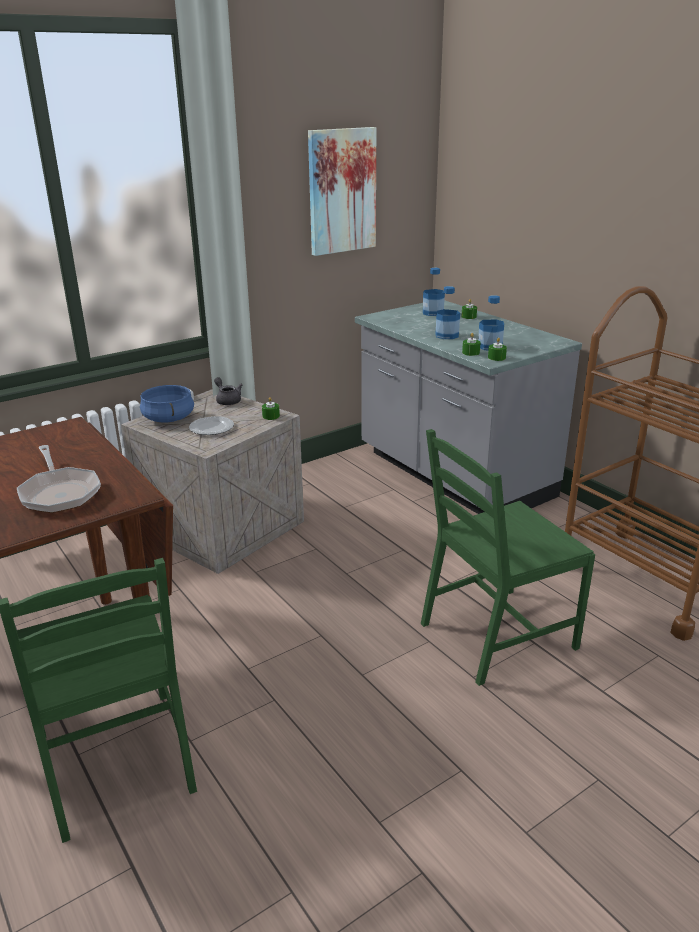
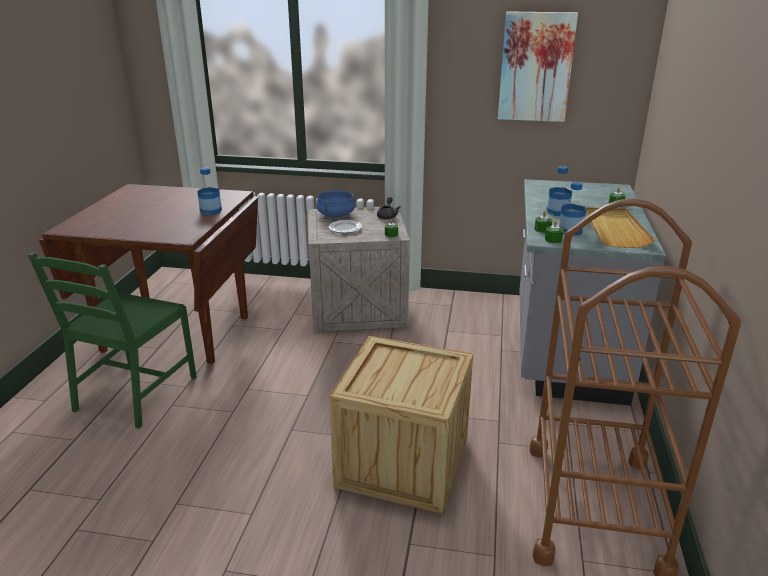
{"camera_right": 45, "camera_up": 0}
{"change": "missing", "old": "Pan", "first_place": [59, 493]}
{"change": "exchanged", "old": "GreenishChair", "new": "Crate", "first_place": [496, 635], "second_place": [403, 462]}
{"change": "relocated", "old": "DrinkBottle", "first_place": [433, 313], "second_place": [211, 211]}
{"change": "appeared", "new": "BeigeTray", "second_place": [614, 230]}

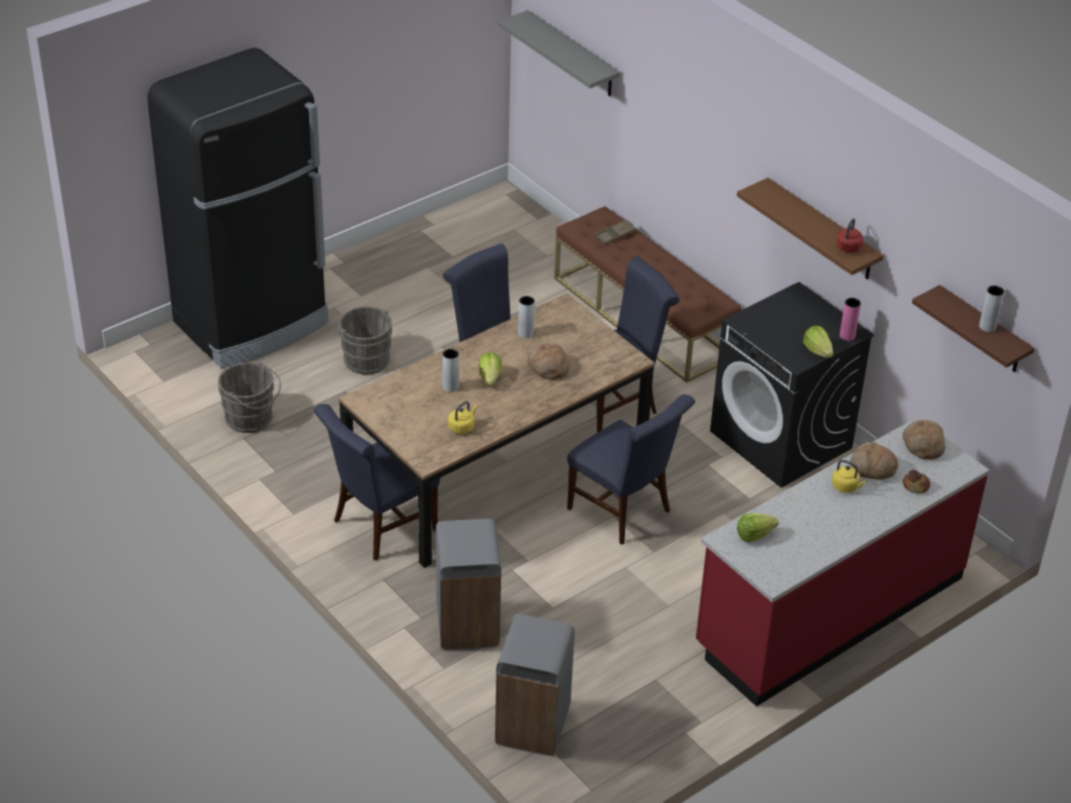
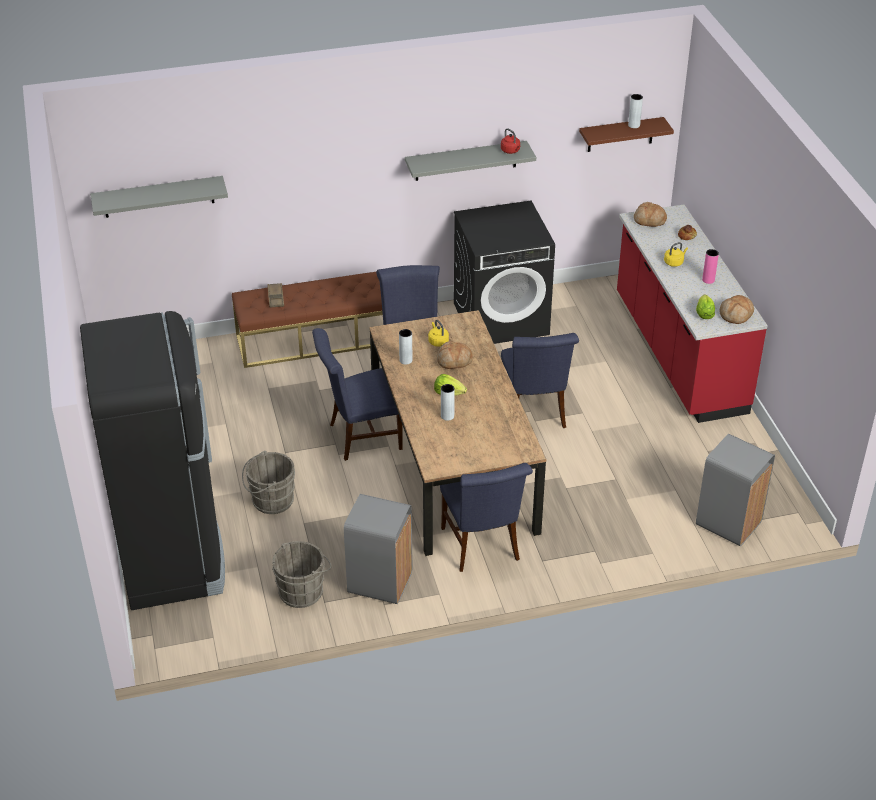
{"camera_right": -65, "camera_up": 0}
{"change": "relocated", "old": "GreyishRubbishBin", "first_place": [466, 626], "second_place": [380, 583]}
{"change": "relocated", "old": "YellowColouredKettle", "first_place": [462, 427], "second_place": [438, 341]}
{"change": "spun", "old": "BlueColouredChair", "first_place": [624, 512], "second_place": [534, 414], "degrees": 105}
{"change": "colour", "old": "BrownBracketShelf", "new": "GreyishBracketShelf", "first_place": [822, 230], "second_place": [466, 161]}
{"change": "missing", "old": "LettuceHead", "first_place": [817, 351]}
{"change": "relocated", "old": "PinkColouredFlowerVase", "first_place": [847, 336], "second_place": [708, 280]}
{"change": "relocated", "old": "Bread", "first_place": [872, 468], "second_place": [736, 315]}

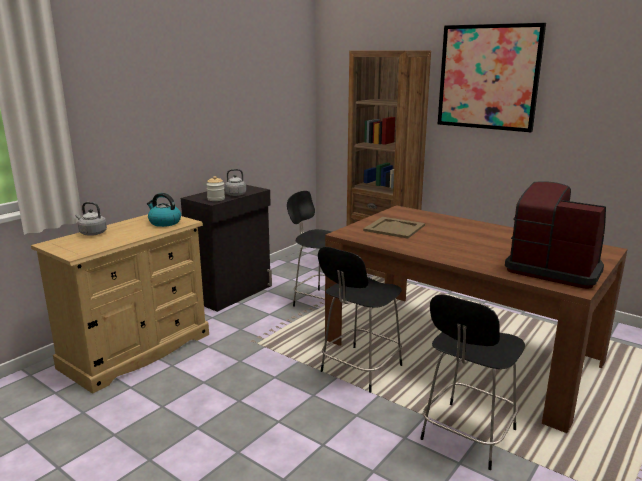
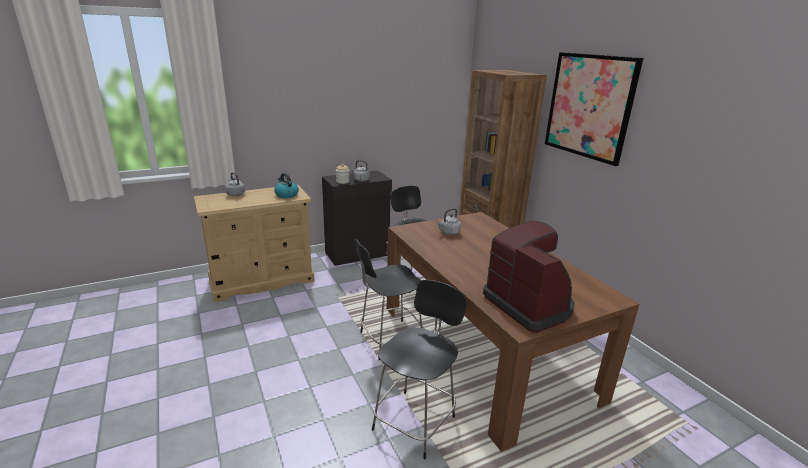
{"camera_right": 25, "camera_up": 5}
{"change": "exchanged", "old": "BeigeTray", "new": "GreyishKettle", "first_place": [394, 228], "second_place": [448, 233]}
{"change": "spun", "old": "BlackColouredChair", "first_place": [467, 436], "second_place": [416, 421], "degrees": 150}

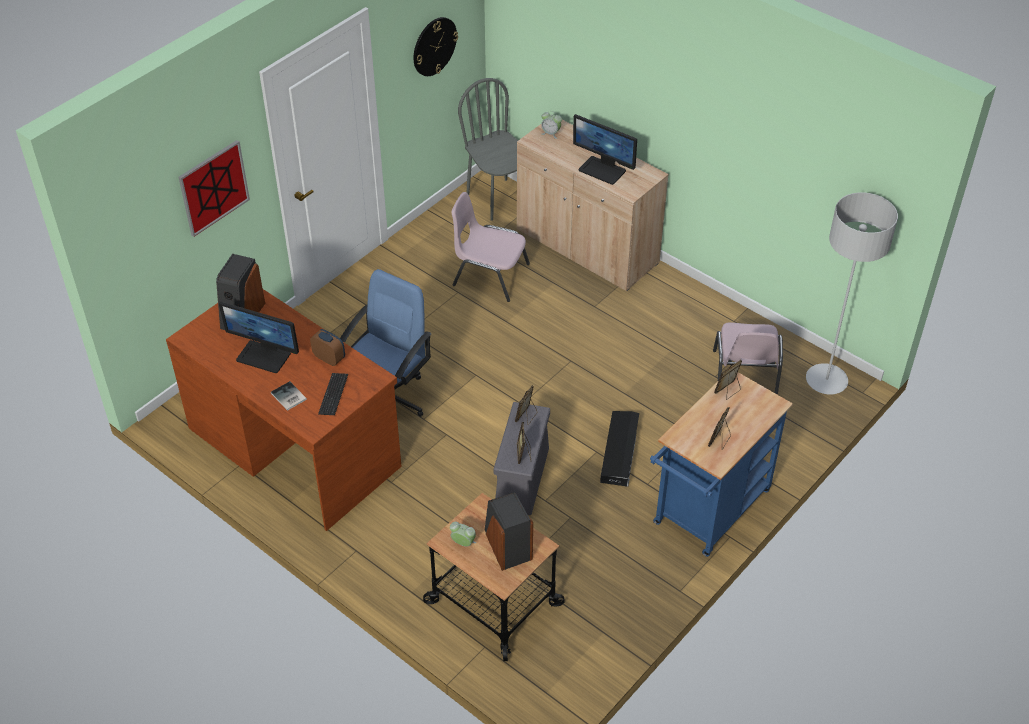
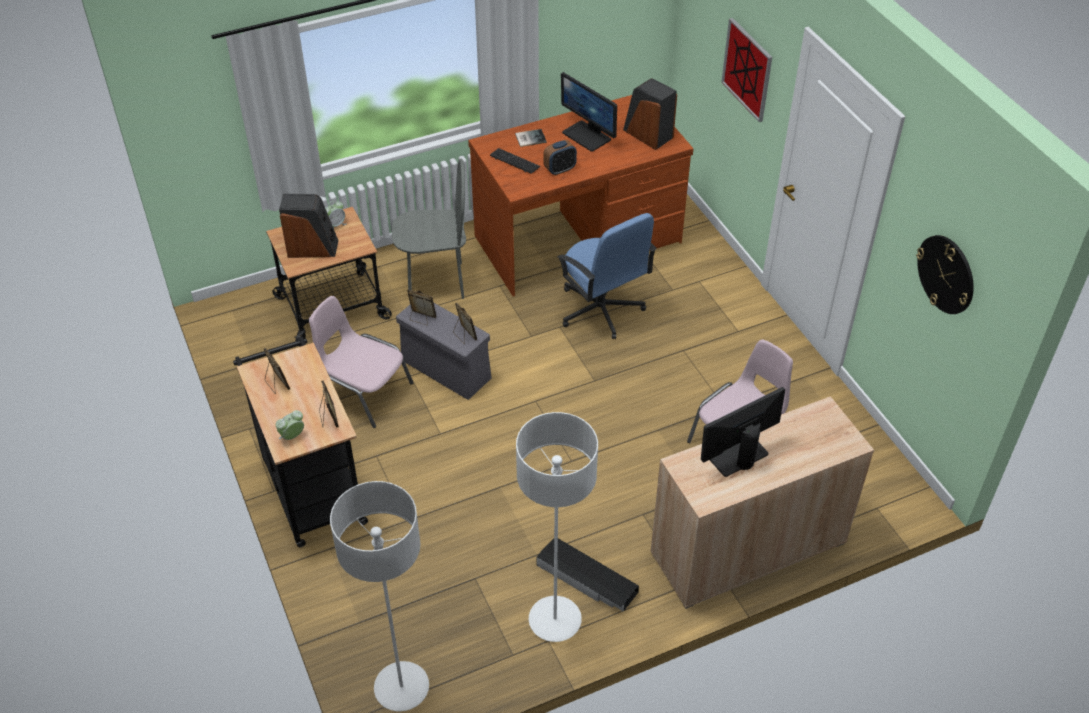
{"camera_right": 115, "camera_up": 0}
{"change": "spun", "old": "ComputerScreen", "first_place": [264, 356], "second_place": [587, 136], "degrees": -90}
{"change": "relocated", "old": "GreyishChair", "first_place": [498, 199], "second_place": [436, 282]}
{"change": "relocated", "old": "BedsideClock", "first_place": [551, 133], "second_place": [292, 436]}
{"change": "relocated", "old": "BlackColouredStorageBox", "first_place": [620, 451], "second_place": [587, 579]}
{"change": "colour", "old": "BlueColouredTrolley", "new": "BlackColouredTrolley", "first_place": [707, 513], "second_place": [311, 486]}
{"change": "relocated", "old": "PinkColouredChair", "first_place": [744, 376], "second_place": [363, 391]}
{"change": "appeared", "new": "WhitishStandardLamp", "second_place": [555, 620]}

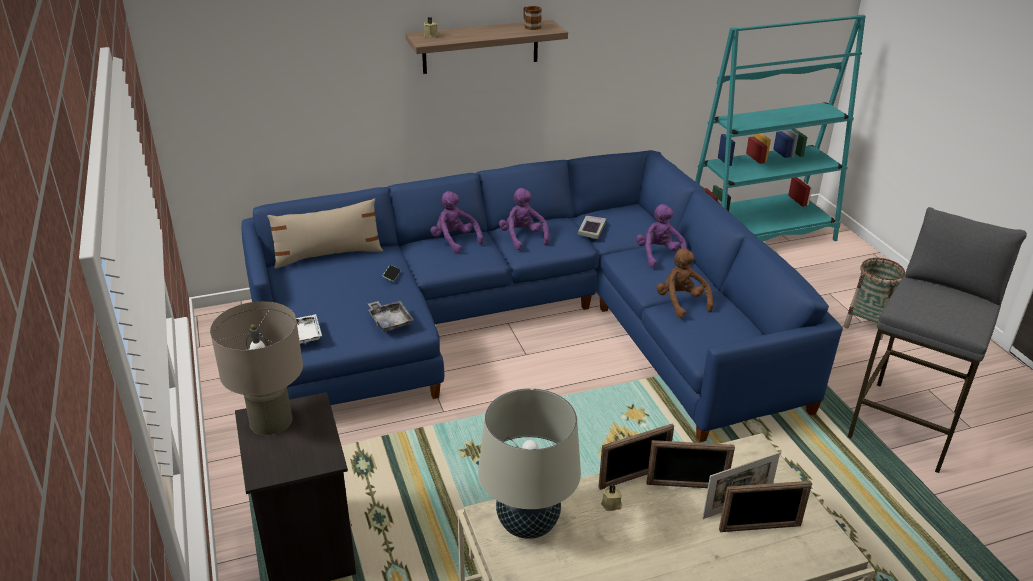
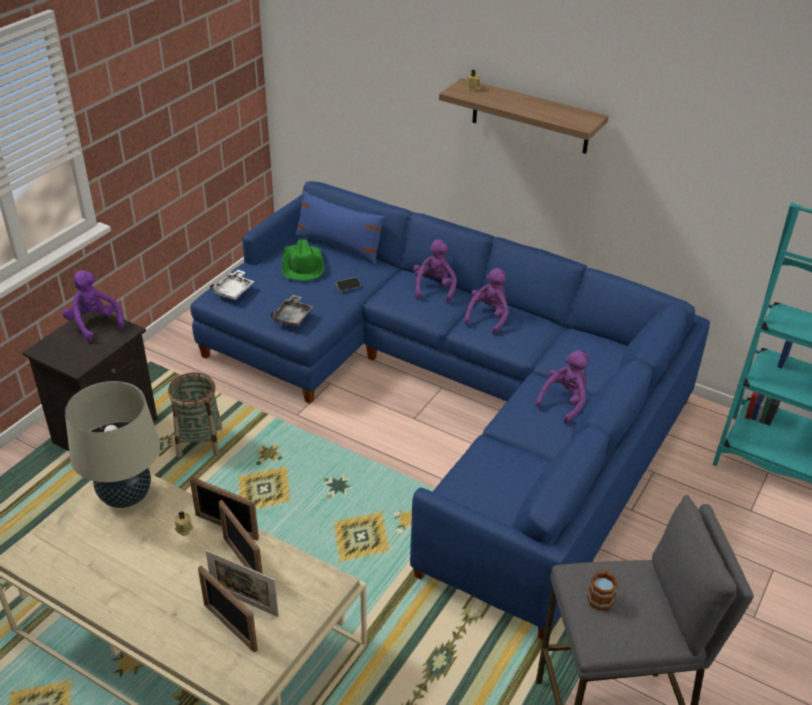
{"camera_right": 50, "camera_up": 5}
{"change": "exchanged", "old": "BeigeTableLamp", "new": "PurpleSoftToy", "first_place": [270, 421], "second_place": [94, 324]}
{"change": "colour", "old": "BeigeThrowPillow", "new": "BlueColouredThrowPillow", "first_place": [328, 255], "second_place": [339, 247]}
{"change": "relocated", "old": "CoffeeMug", "first_place": [530, 26], "second_place": [601, 596]}
{"change": "missing", "old": "BoundBook", "first_place": [591, 229]}
{"change": "missing", "old": "BrownSoftToy", "first_place": [681, 302]}
{"change": "relocated", "old": "StorageBasket", "first_place": [868, 325], "second_place": [199, 442]}
{"change": "appeared", "new": "GreenishHat", "second_place": [302, 264]}

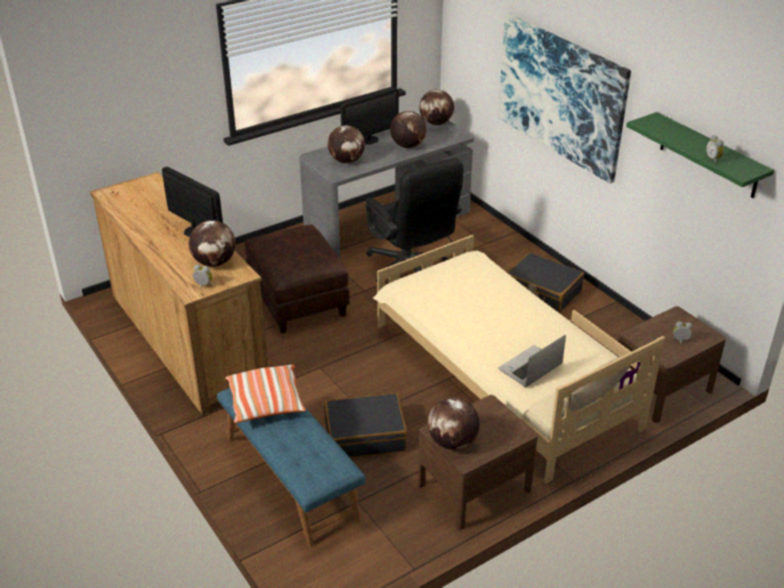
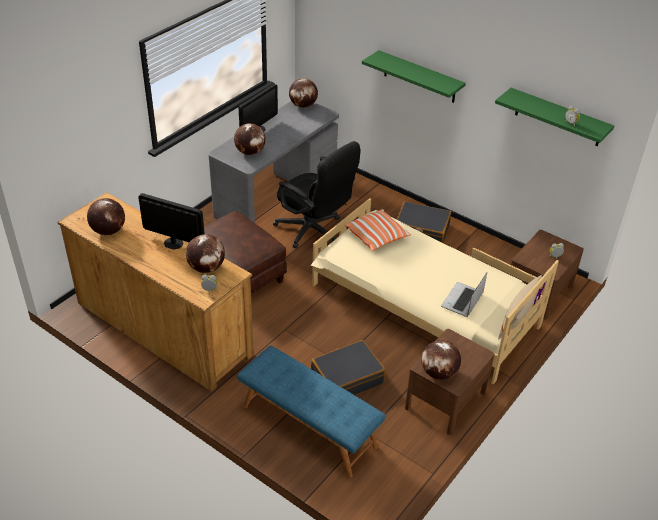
{"camera_right": -20, "camera_up": 5}
{"change": "relocated", "old": "ThrowPillow", "first_place": [266, 403], "second_place": [377, 237]}
{"change": "relocated", "old": "DeskGlobe", "first_place": [407, 146], "second_place": [108, 231]}
{"change": "exchanged", "old": "WallArt", "new": "GreenishBracketShelf", "first_place": [560, 95], "second_place": [419, 77]}

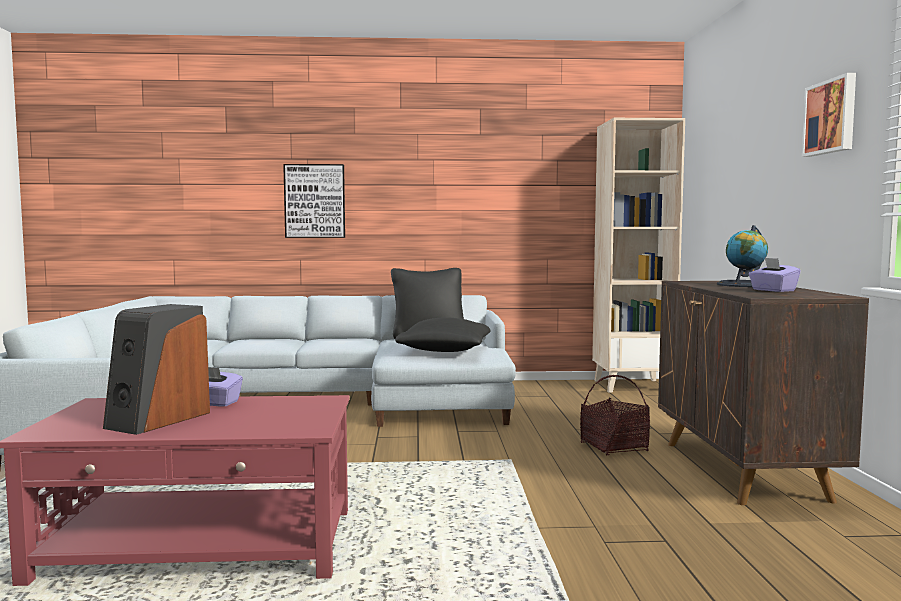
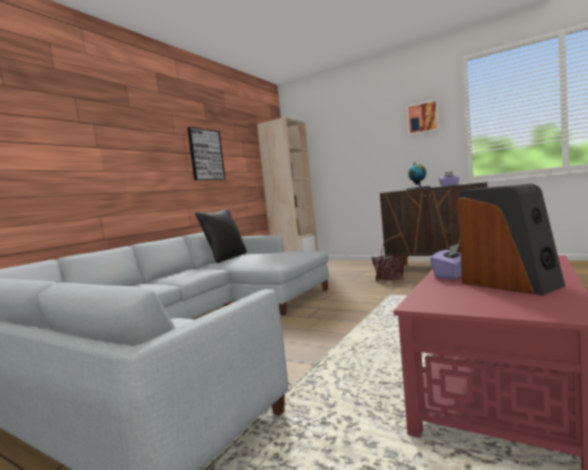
{"camera_right": -55, "camera_up": 0}
{"change": "relocated", "old": "WallArt", "first_place": [315, 201], "second_place": [206, 155]}
{"change": "missing", "old": "BlackColouredThrowPillow", "first_place": [445, 350]}

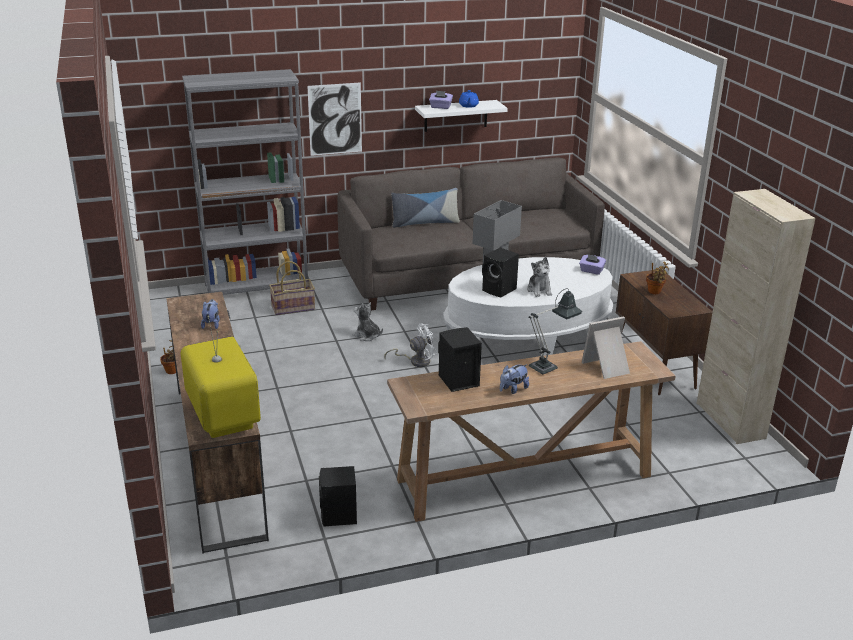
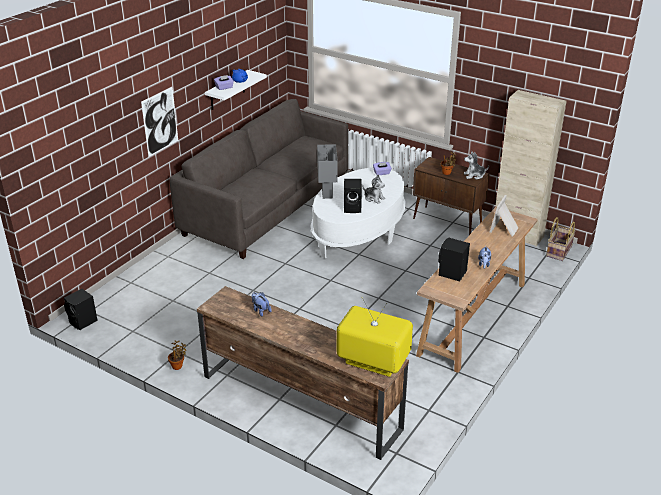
{"camera_right": -40, "camera_up": 5}
{"change": "missing", "old": "GreyishBookcase", "first_place": [257, 287]}
{"change": "relocated", "old": "StorageBasket", "first_place": [293, 307], "second_place": [558, 251]}
{"change": "relocated", "old": "BlackColouredLoudspeaker", "first_place": [339, 516], "second_place": [83, 322]}
{"change": "relocated", "old": "SoftToy", "first_place": [367, 336], "second_place": [474, 175]}
{"change": "missing", "old": "WhitishElectricFan", "first_place": [416, 361]}
{"change": "missing", "old": "ThrowPillow", "first_place": [425, 223]}
{"change": "missing", "old": "TableLamp", "first_place": [547, 366]}

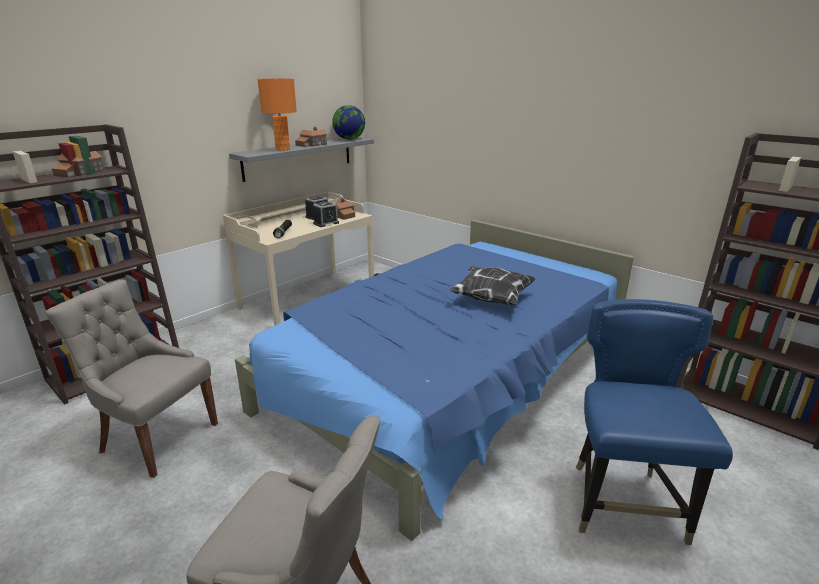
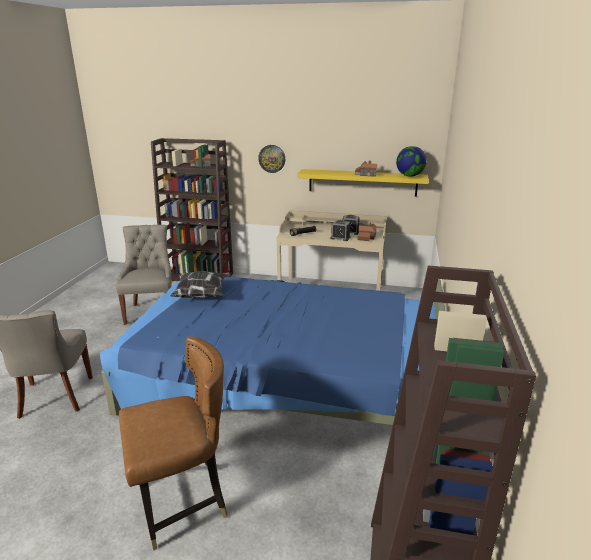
{"camera_right": 60, "camera_up": 0}
{"change": "colour", "old": "GreyishBracketShelf", "new": "YellowColouredBracketShelf", "first_place": [299, 157], "second_place": [362, 182]}
{"change": "missing", "old": "OrangeColouredTableLamp", "first_place": [283, 149]}
{"change": "relocated", "old": "ThrowPillow", "first_place": [491, 299], "second_place": [202, 295]}
{"change": "colour", "old": "BlueColouredChair", "new": "BrownChair", "first_place": [624, 503], "second_place": [183, 504]}
{"change": "appeared", "new": "HangingClock", "second_place": [272, 158]}

